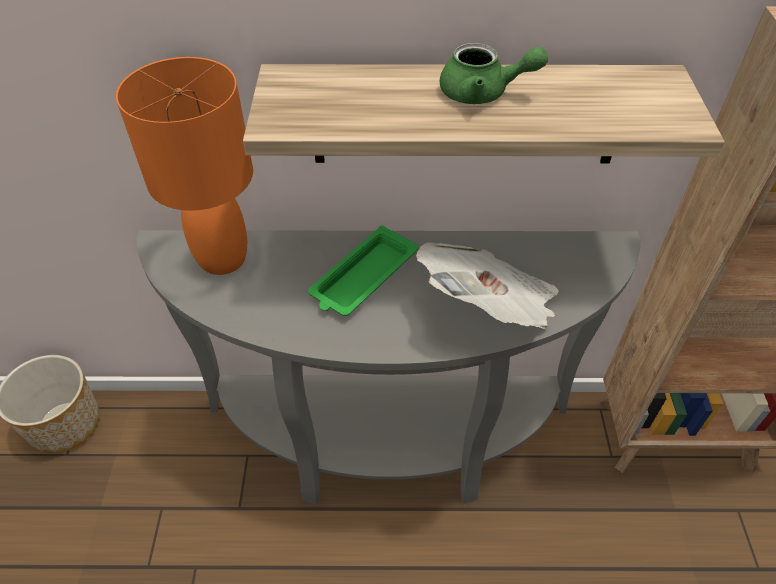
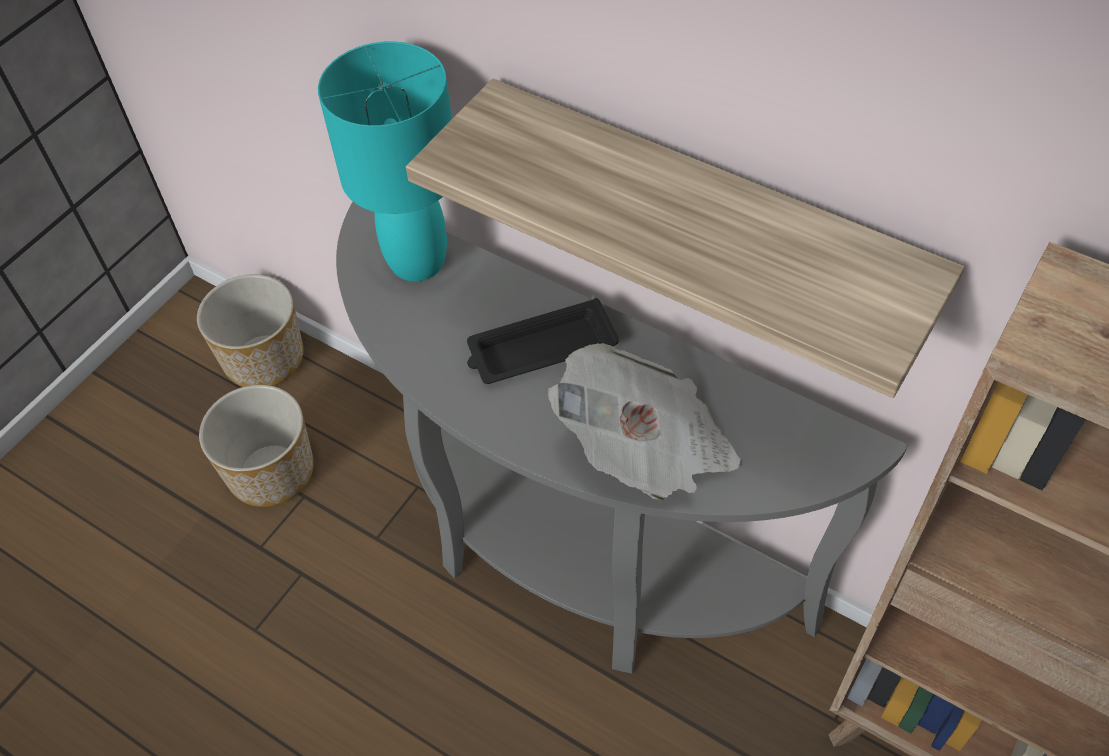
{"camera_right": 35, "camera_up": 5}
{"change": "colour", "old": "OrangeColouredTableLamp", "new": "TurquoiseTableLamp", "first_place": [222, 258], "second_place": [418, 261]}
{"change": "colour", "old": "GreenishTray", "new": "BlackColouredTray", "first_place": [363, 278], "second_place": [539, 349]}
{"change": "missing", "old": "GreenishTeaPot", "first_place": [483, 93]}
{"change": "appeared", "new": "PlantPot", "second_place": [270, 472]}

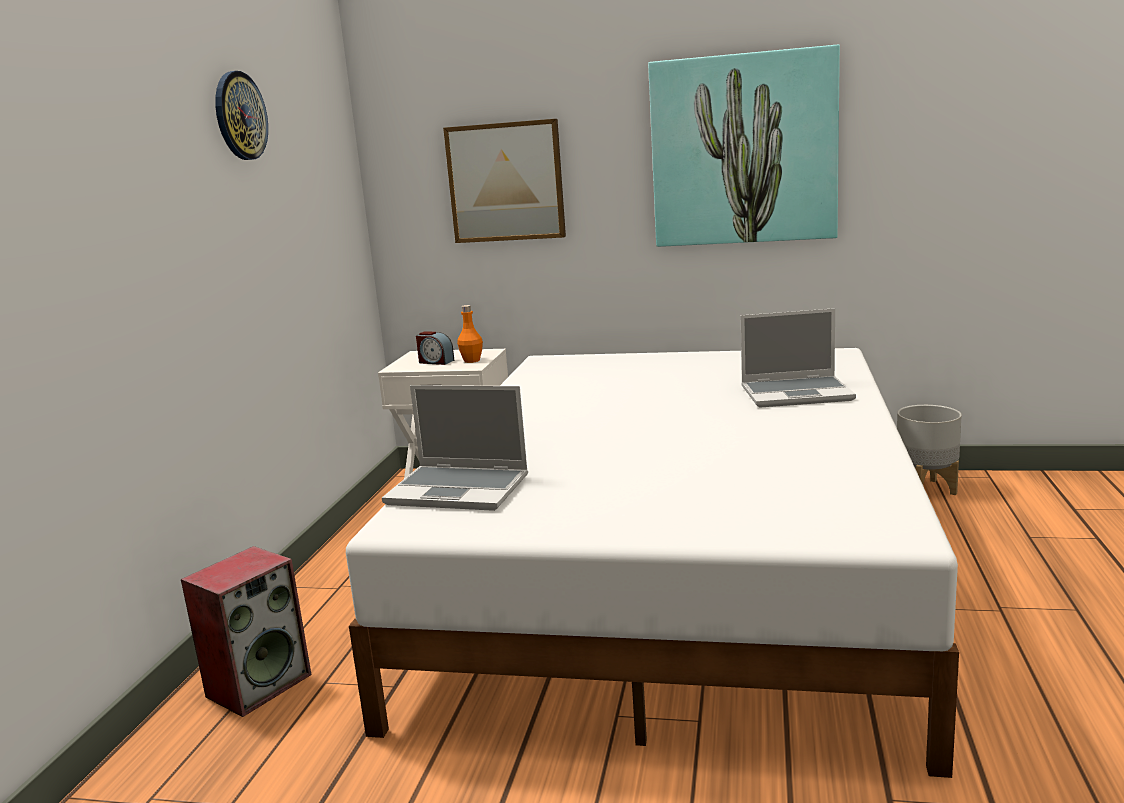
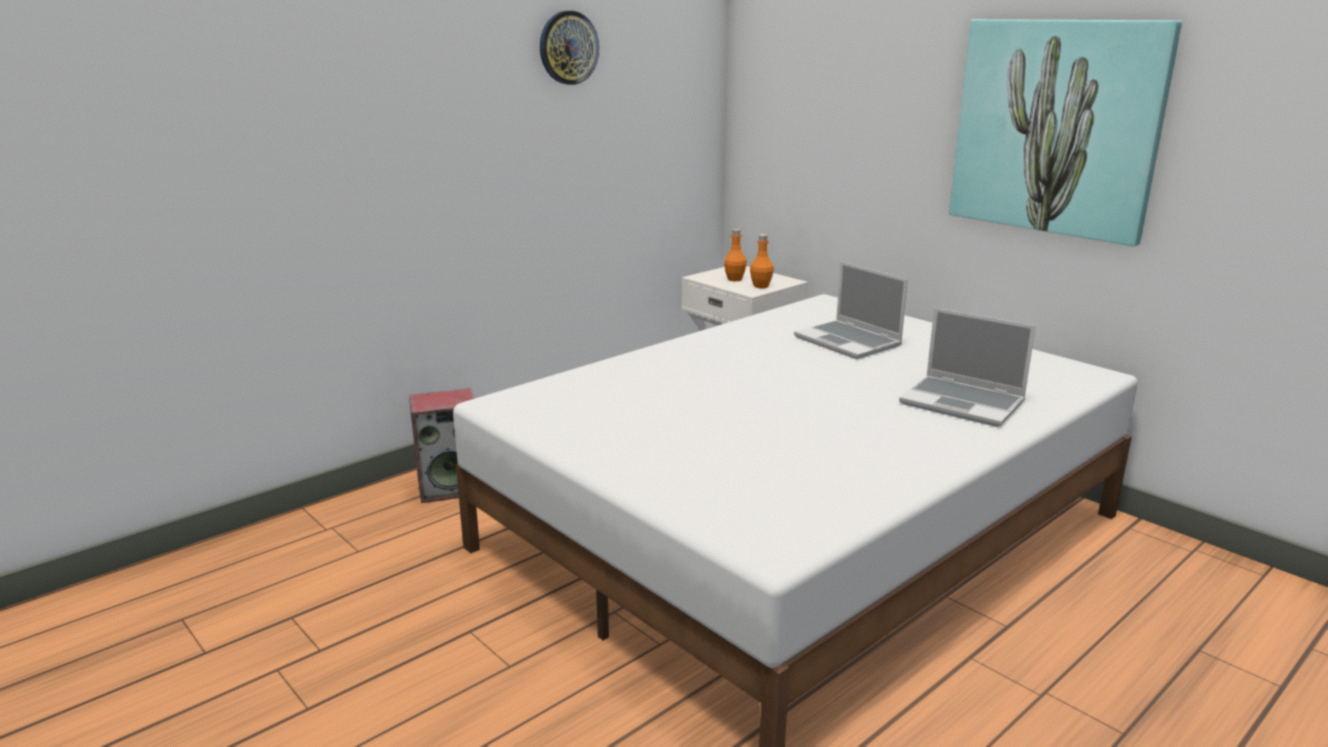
{"camera_right": 35, "camera_up": 5}
{"change": "relocated", "old": "Laptop", "first_place": [460, 490], "second_place": [849, 342]}
{"change": "exchanged", "old": "BedsideClock", "new": "OrangeColouredDrinkBottle", "first_place": [435, 362], "second_place": [734, 279]}
{"change": "missing", "old": "WallArt", "first_place": [506, 182]}
{"change": "missing", "old": "GreyishPlantPot", "first_place": [926, 489]}

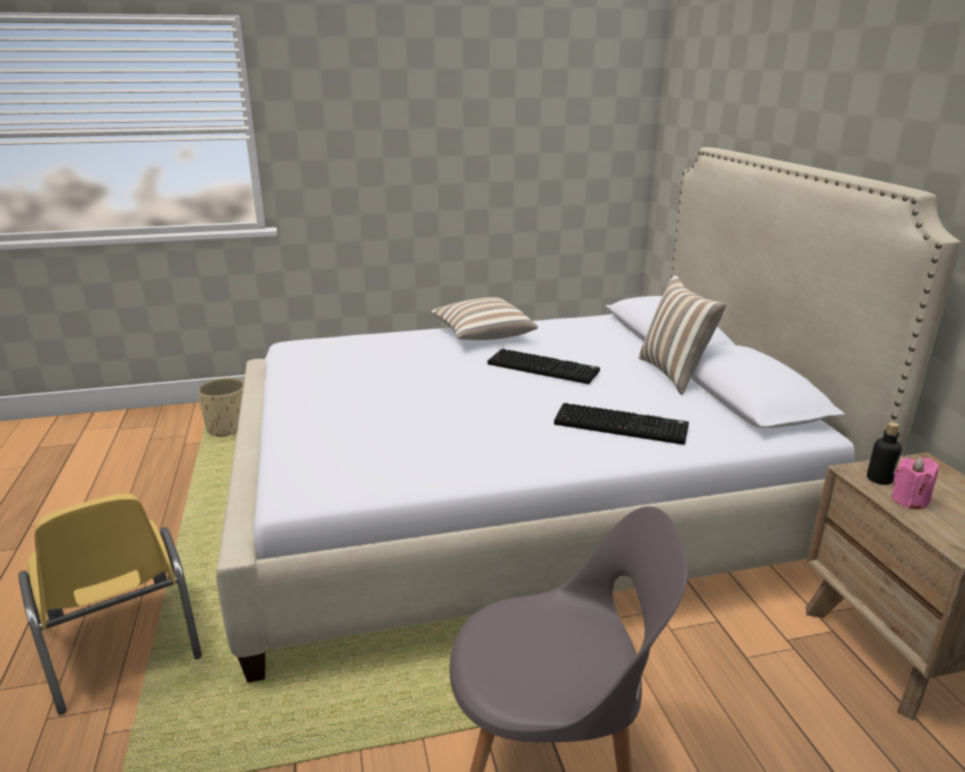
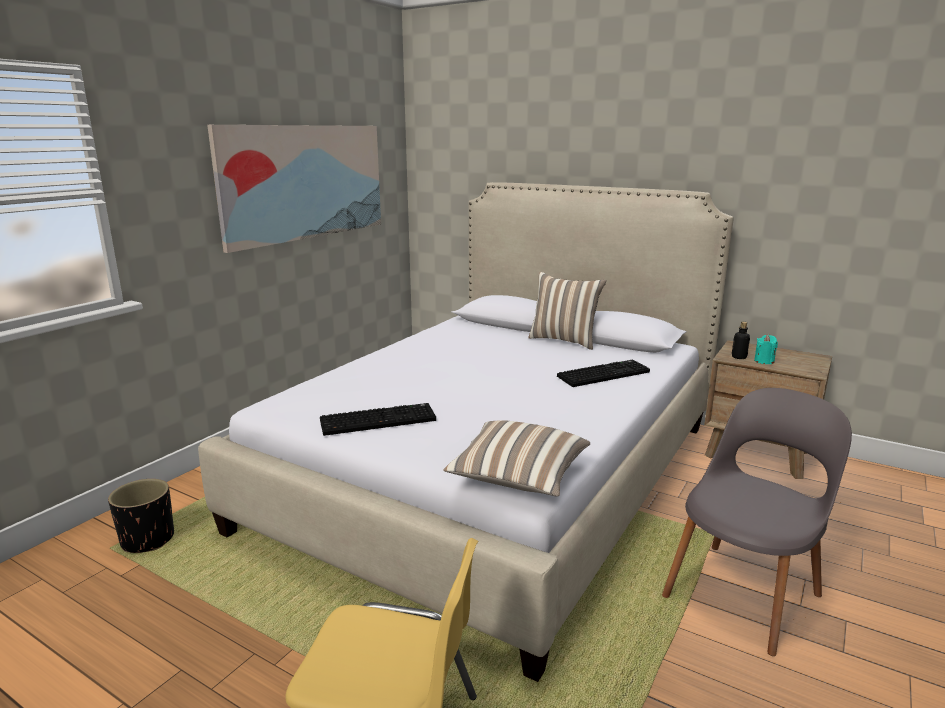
{"camera_right": -45, "camera_up": -5}
{"change": "colour", "old": "BeigePlantPot", "new": "BlackColouredPlantPot", "first_place": [228, 428], "second_place": [147, 540]}
{"change": "relocated", "old": "ThrowPillow", "first_place": [482, 335], "second_place": [518, 477]}
{"change": "relocated", "old": "Keyboard", "first_place": [544, 367], "second_place": [379, 420]}
{"change": "colour", "old": "PinkColouredCandle", "new": "TurquoiseCandle", "first_place": [909, 500], "second_place": [764, 361]}
{"change": "appeared", "new": "WallArt", "second_place": [306, 182]}

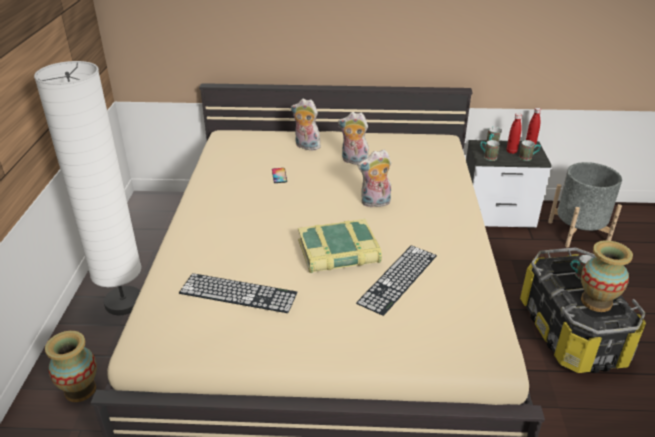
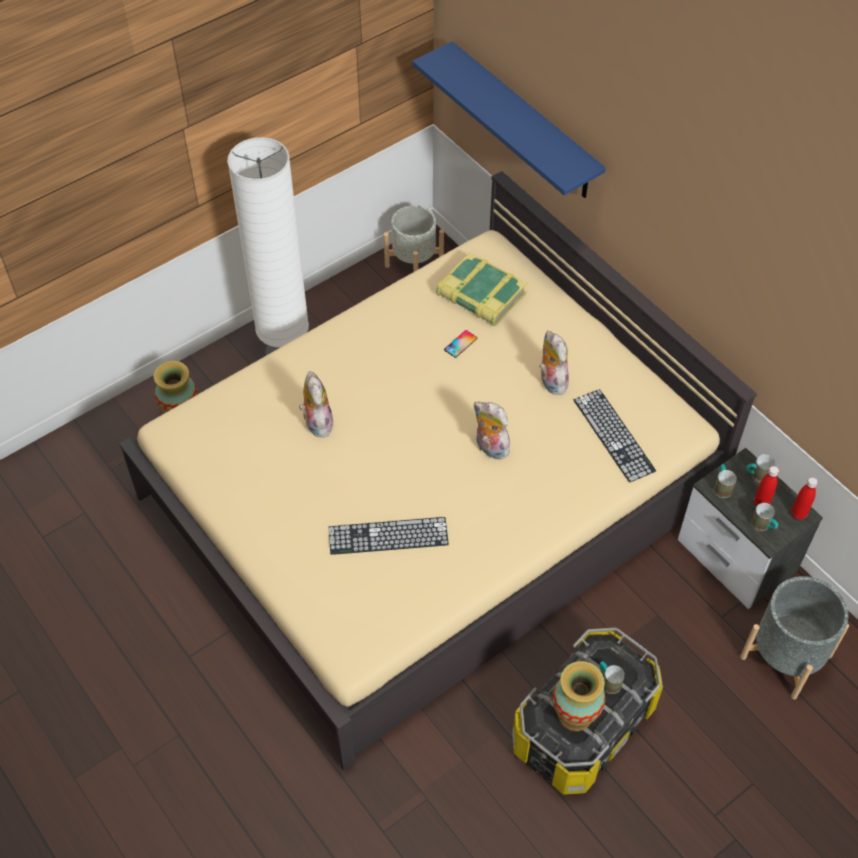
{"camera_right": 50, "camera_up": 20}
{"change": "relocated", "old": "Keyboard", "first_place": [238, 293], "second_place": [614, 435]}
{"change": "relocated", "old": "SoftToy", "first_place": [306, 146], "second_place": [317, 423]}
{"change": "relocated", "old": "BoundBook", "first_place": [338, 253], "second_place": [480, 295]}
{"change": "appeared", "new": "GreyishPlantPot", "second_place": [414, 264]}
{"change": "appeared", "new": "BlueColouredBracketShelf", "second_place": [524, 122]}

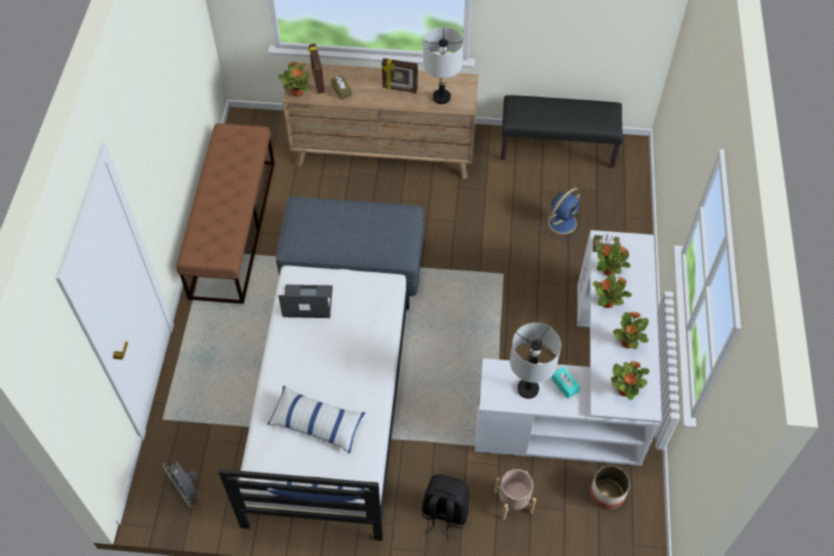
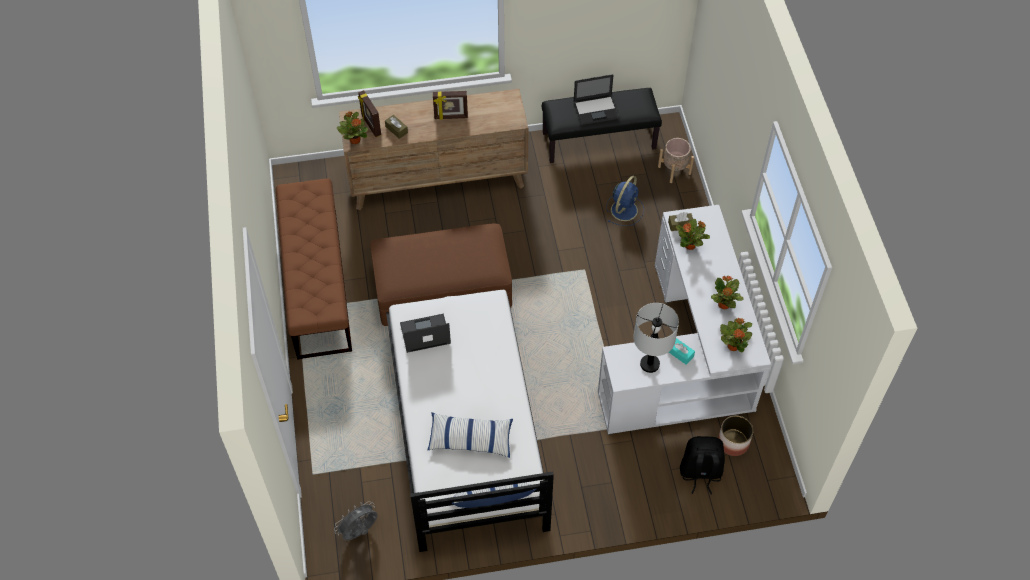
{"camera_right": -15, "camera_up": 0}
{"change": "spun", "old": "GreyishElectricFan", "first_place": [188, 491], "second_place": [359, 532], "degrees": 105}
{"change": "colour", "old": "GreyishPouffe", "new": "BrownPouffe", "first_place": [353, 262], "second_place": [442, 289]}
{"change": "relocated", "old": "BlackColouredKnapsack", "first_place": [444, 514], "second_place": [700, 473]}
{"change": "missing", "old": "GreyishTableLamp", "first_place": [442, 97]}
{"change": "relocated", "old": "BeigePlantPot", "first_place": [513, 502], "second_place": [674, 170]}
{"change": "missing", "old": "Houseplant", "first_place": [608, 303]}
{"change": "appeared", "new": "Laptop", "second_place": [596, 110]}

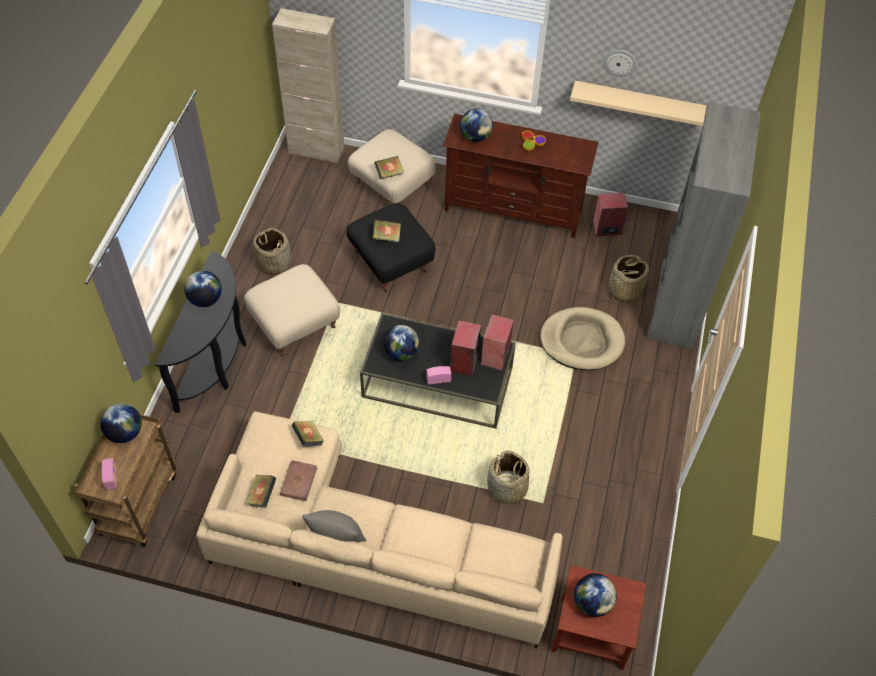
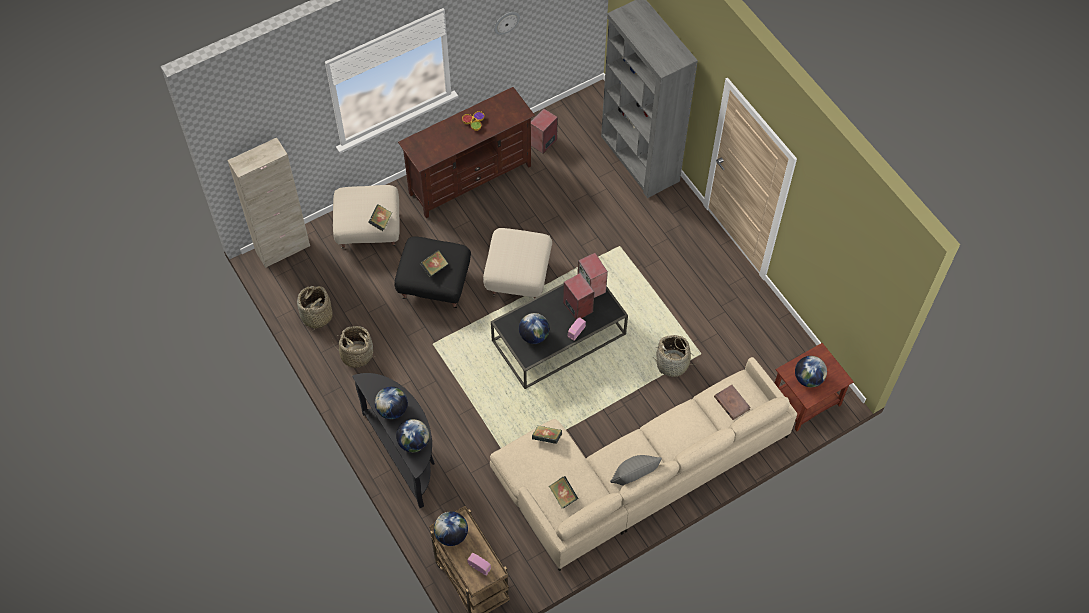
{"camera_right": -45, "camera_up": 5}
{"change": "relocated", "old": "BeigePouffe", "first_place": [296, 325], "second_place": [518, 276]}
{"change": "relocated", "old": "BrownBoundBook", "first_place": [299, 481], "second_place": [731, 403]}
{"change": "relocated", "old": "DeskGlobe", "first_place": [475, 137], "second_place": [414, 442]}
{"change": "missing", "old": "BeigeDogCushion", "first_place": [581, 341]}
{"change": "missing", "old": "BeigeBracketShelf", "first_place": [642, 103]}
{"change": "relocated", "old": "StorageBasket", "first_place": [624, 290], "second_place": [316, 316]}

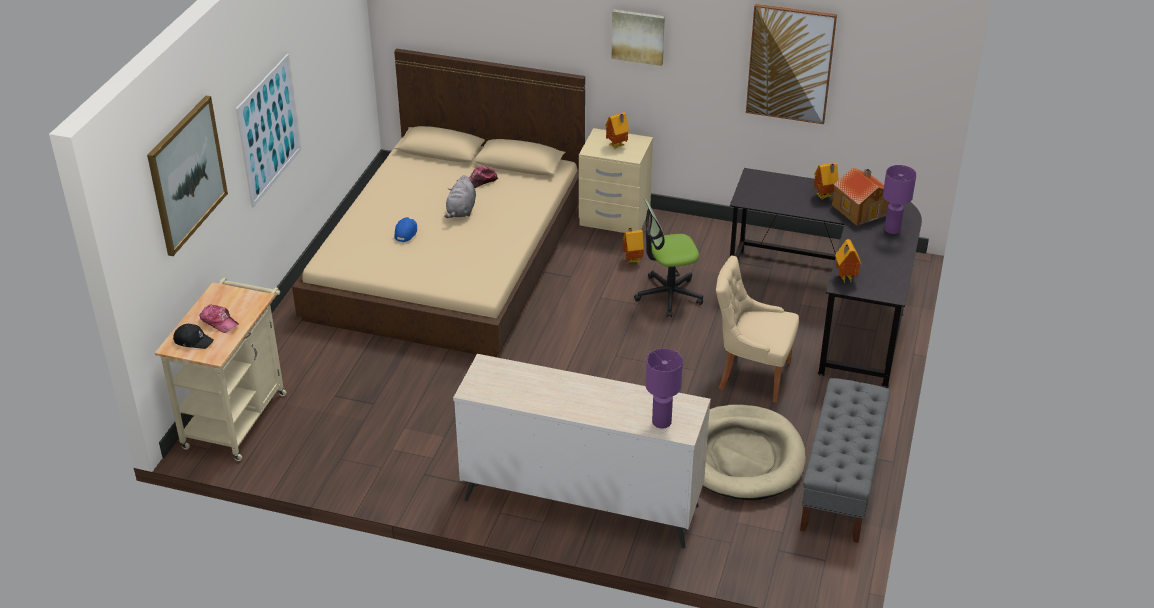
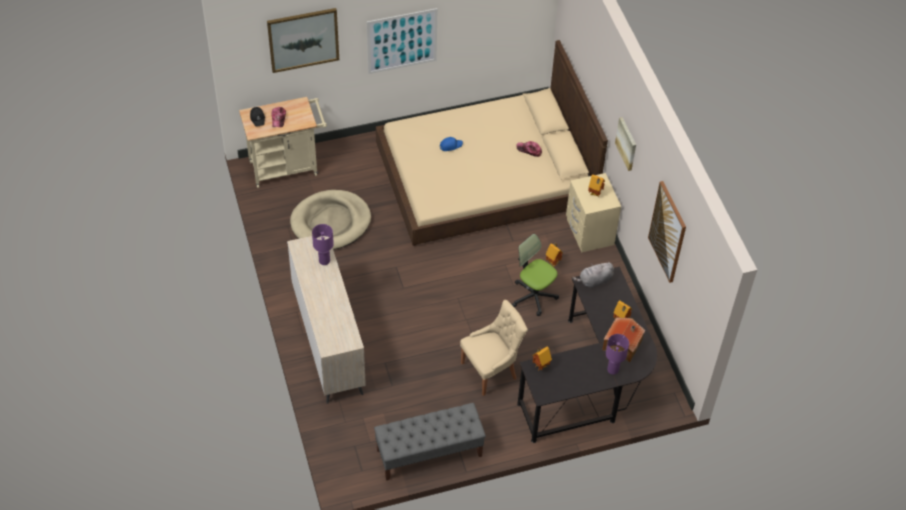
{"camera_right": 55, "camera_up": 15}
{"change": "relocated", "old": "GreyishSoftToy", "first_place": [461, 211], "second_place": [594, 281]}
{"change": "relocated", "old": "PurpleTableLamp", "first_place": [661, 422], "second_place": [324, 260]}
{"change": "relocated", "old": "BeigeDogCushion", "first_place": [743, 457], "second_place": [331, 222]}
{"change": "spun", "old": "BeigeChair", "first_place": [751, 375], "second_place": [491, 370], "degrees": 75}

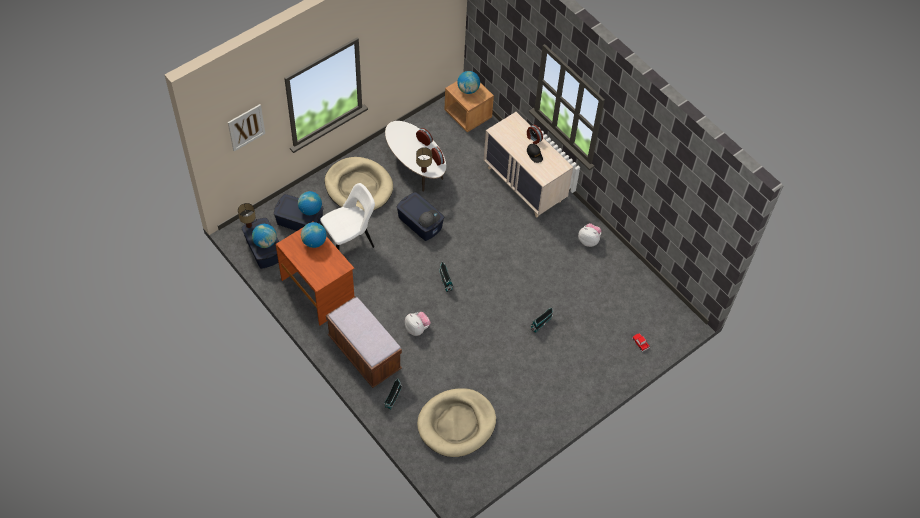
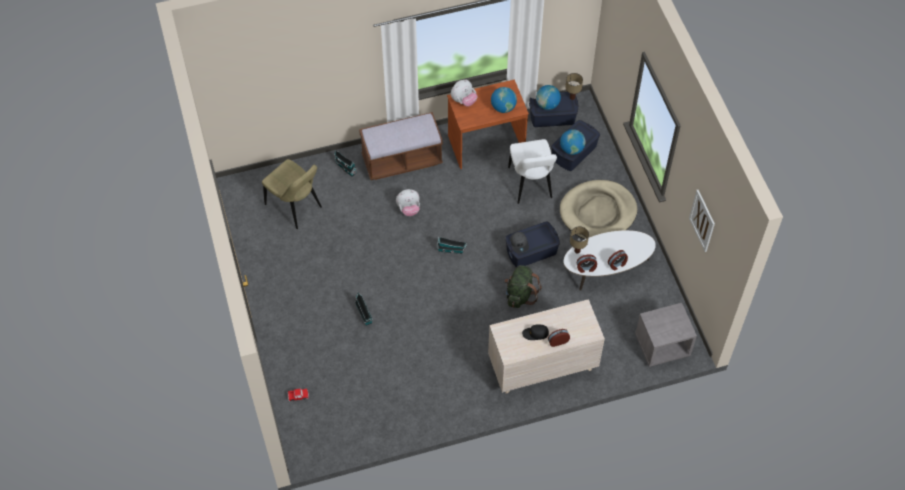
{"camera_right": 115, "camera_up": 0}
{"change": "relocated", "old": "WallArt", "first_place": [246, 127], "second_place": [702, 220]}
{"change": "exchanged", "old": "BeigeDogCushion", "new": "BeigeChair", "first_place": [456, 424], "second_place": [295, 207]}
{"change": "colour", "old": "BrownNightTable", "new": "GreyishNightTable", "first_place": [468, 115], "second_place": [662, 346]}
{"change": "missing", "old": "DeskGlobe", "first_place": [468, 89]}
{"change": "relocated", "old": "SoftToy", "first_place": [589, 240], "second_place": [463, 101]}
{"change": "appeared", "new": "GreenishKnapsack", "second_place": [520, 295]}

